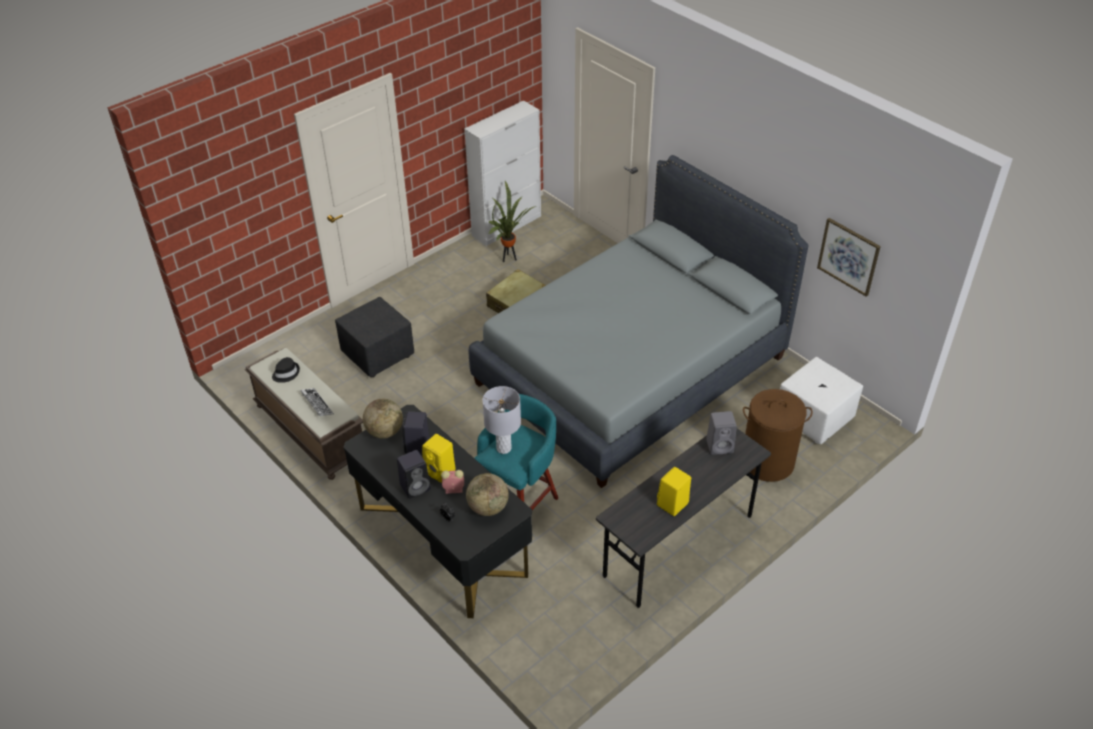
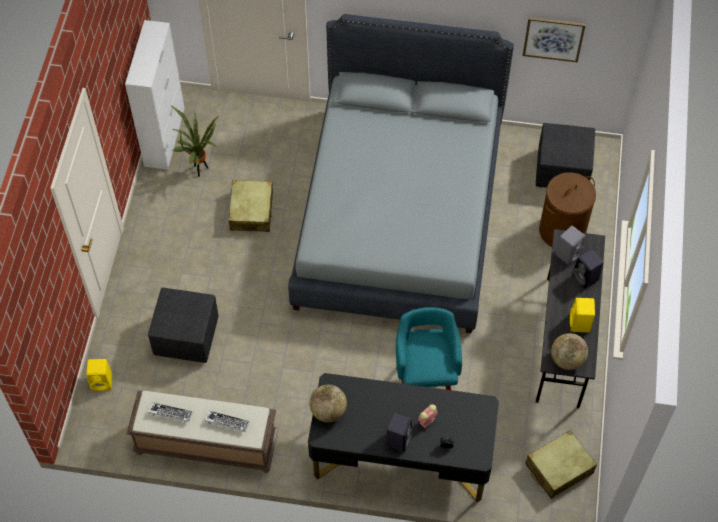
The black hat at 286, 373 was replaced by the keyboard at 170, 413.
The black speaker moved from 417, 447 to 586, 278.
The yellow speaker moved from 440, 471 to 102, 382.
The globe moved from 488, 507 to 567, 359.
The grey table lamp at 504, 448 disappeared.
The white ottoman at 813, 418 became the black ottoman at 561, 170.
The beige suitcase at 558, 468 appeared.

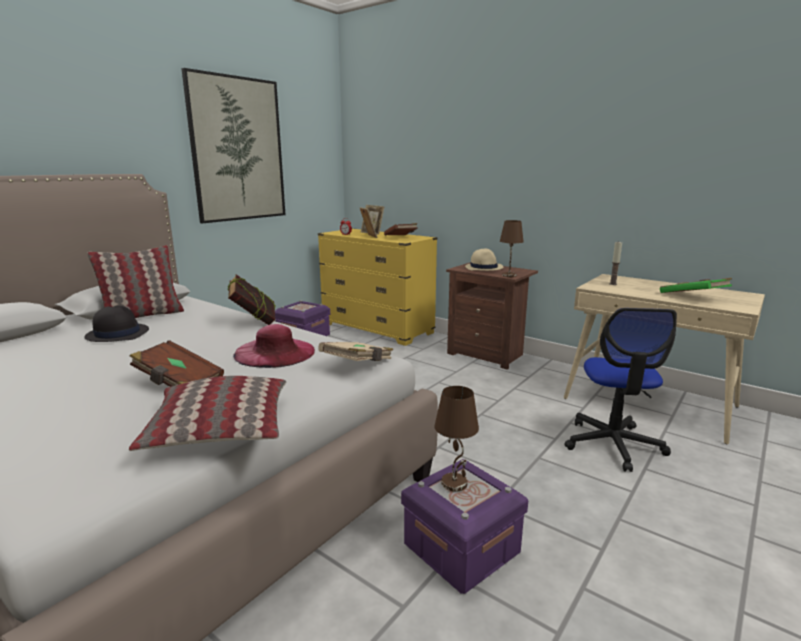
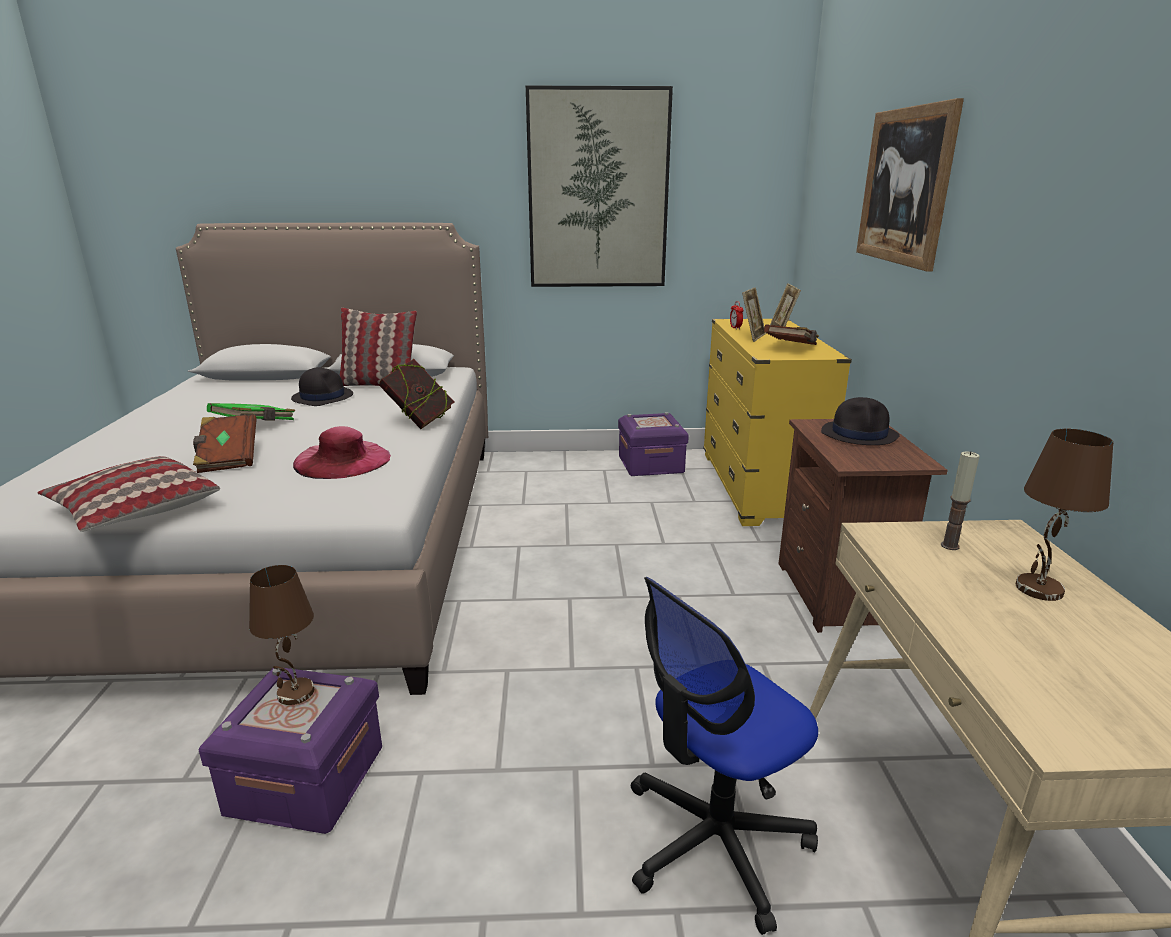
The beige book at 358, 365 disappeared.
The beige hat at 484, 267 became the black hat at 860, 434.
The brown table lamp moved from 509, 275 to 1039, 590.
The green book moved from 693, 297 to 256, 426.
The picture at 905, 186 appeared.

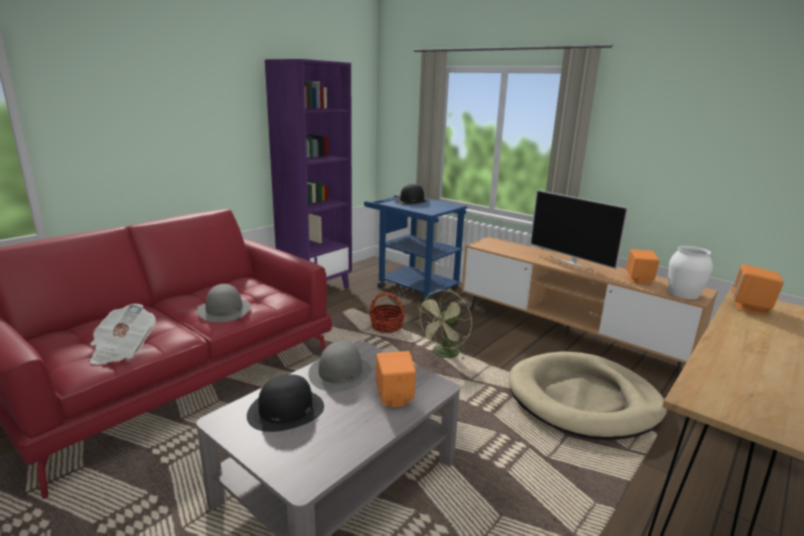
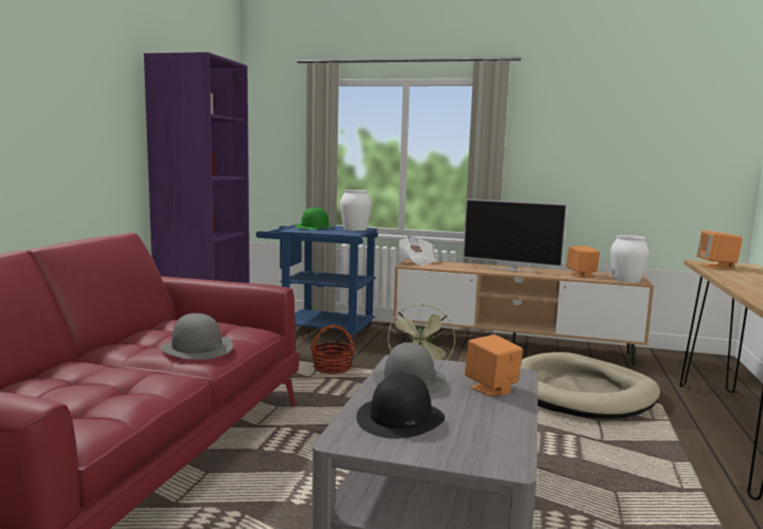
The newspaper moved from 123, 349 to 417, 262.
The black hat at 412, 201 became the green hat at 315, 227.
The white vase at 355, 229 appeared.

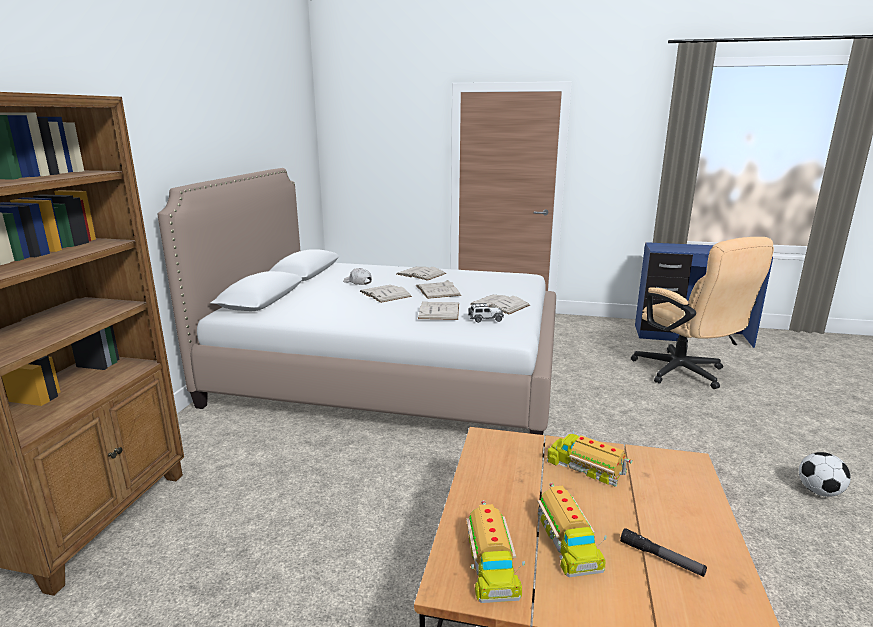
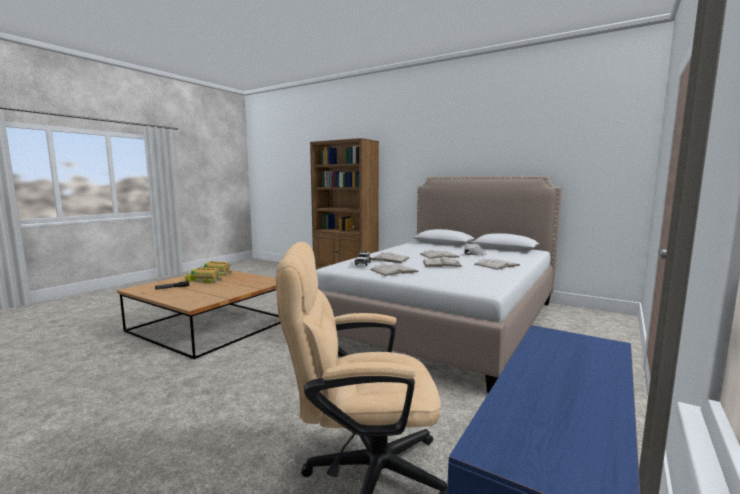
The toy truck at 586, 467 disappeared.
The football at 819, 492 disappeared.

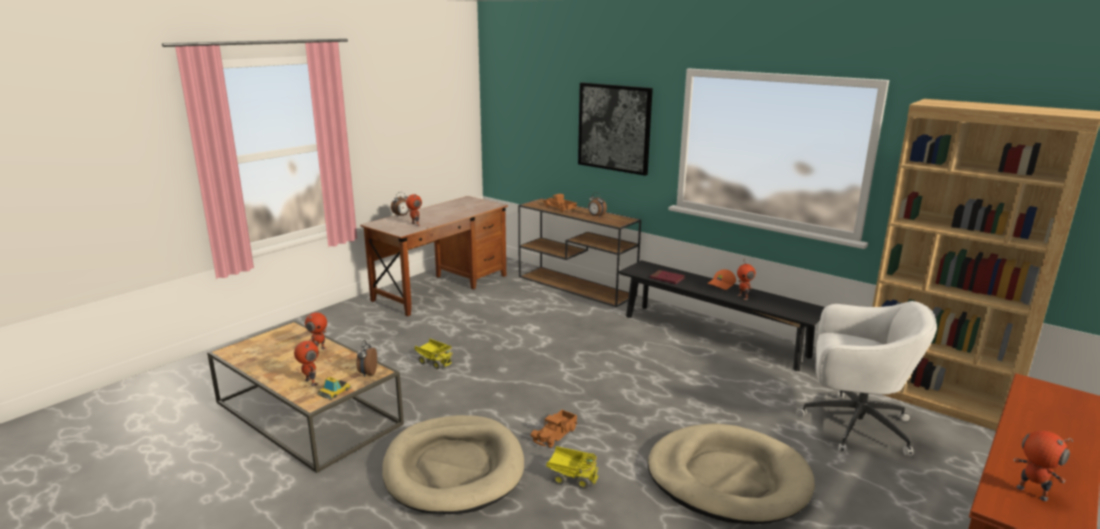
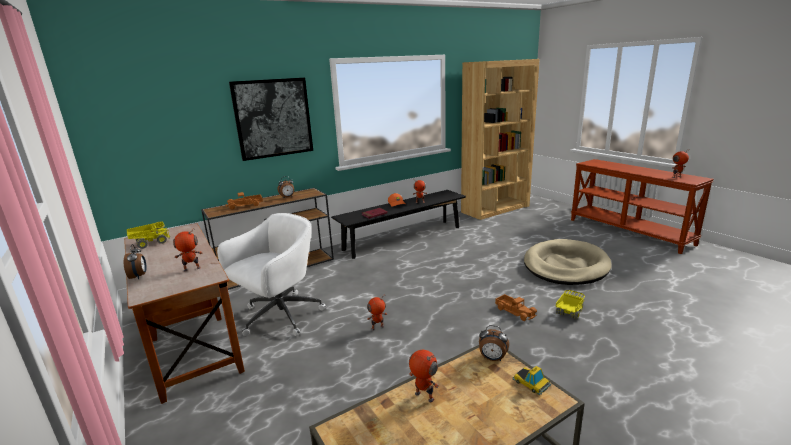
The toy robot moved from 310, 382 to 378, 328.
The beige dog bed at 454, 468 disappeared.
The toy truck moved from 435, 362 to 149, 243.
The white office chair moved from 852, 426 to 279, 317.

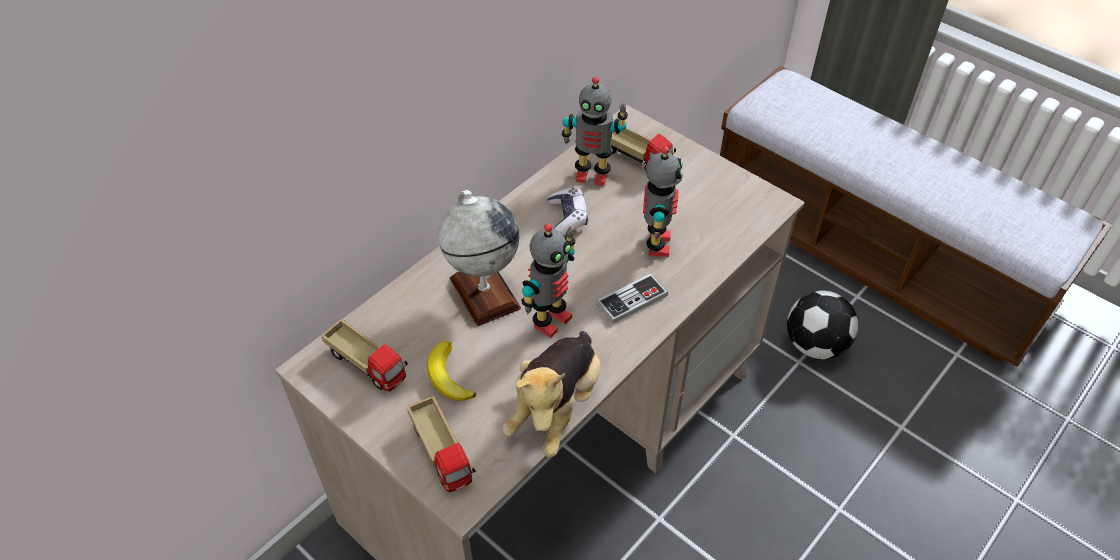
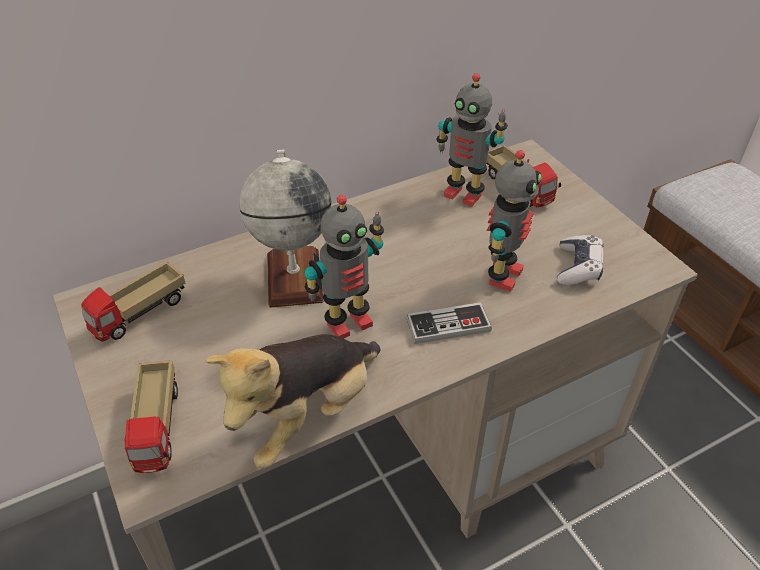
The toy truck at 368, 365 turned 75 degrees clockwise.
The banana at 448, 376 disappeared.
The game controller moved from 567, 217 to 578, 267.
The football at 815, 344 disappeared.

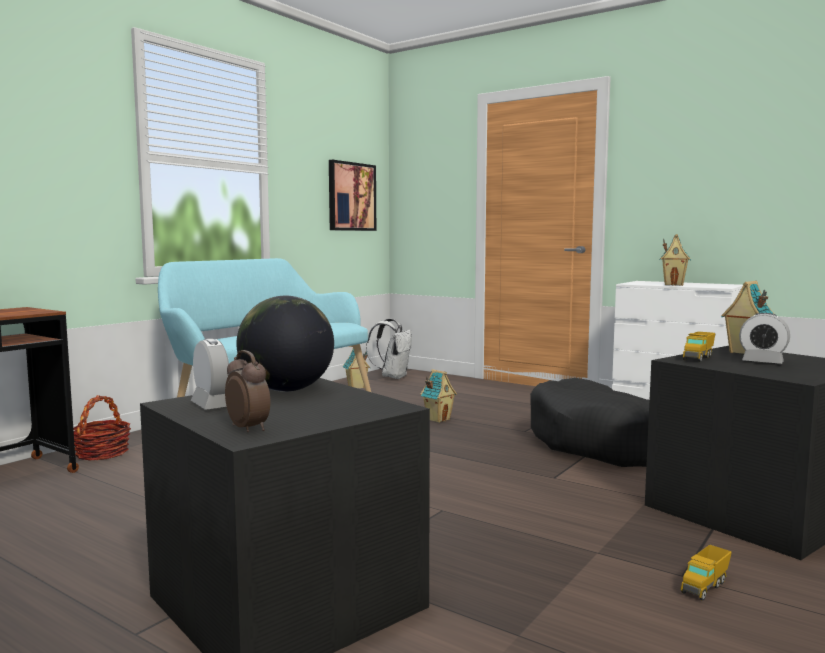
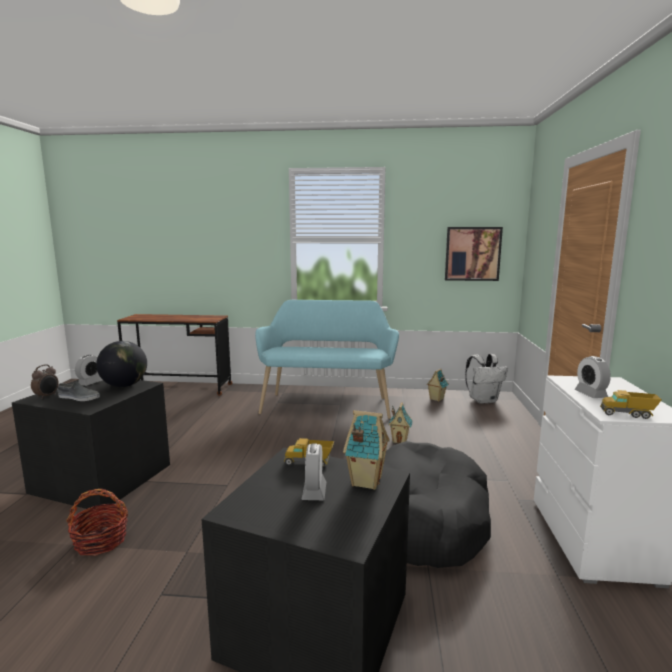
The basket moved from 102, 453 to 101, 541.
The toy house at 674, 284 was replaced by the alarm clock at 590, 394.
The toy truck moved from 705, 586 to 628, 414.
The grey shoe at 78, 397 appeared.

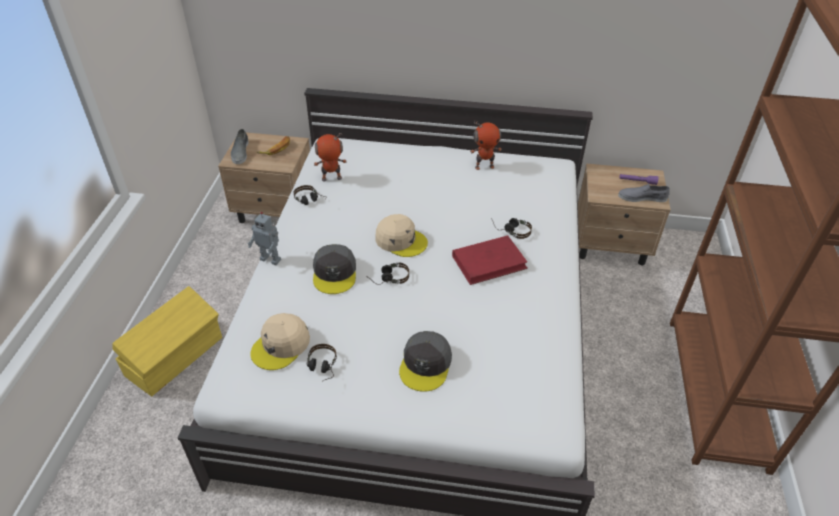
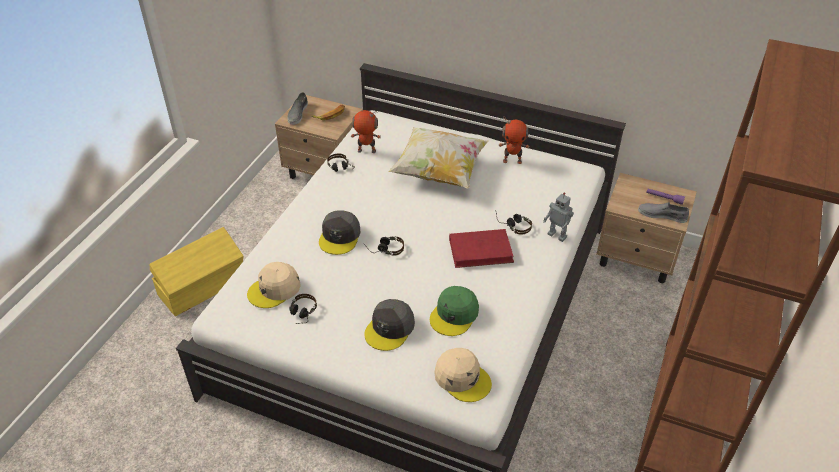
The toy robot moved from 271, 259 to 557, 235.
The beige cap moved from 401, 240 to 462, 378.
The pillow at 439, 172 appeared.
The green cap at 454, 315 appeared.

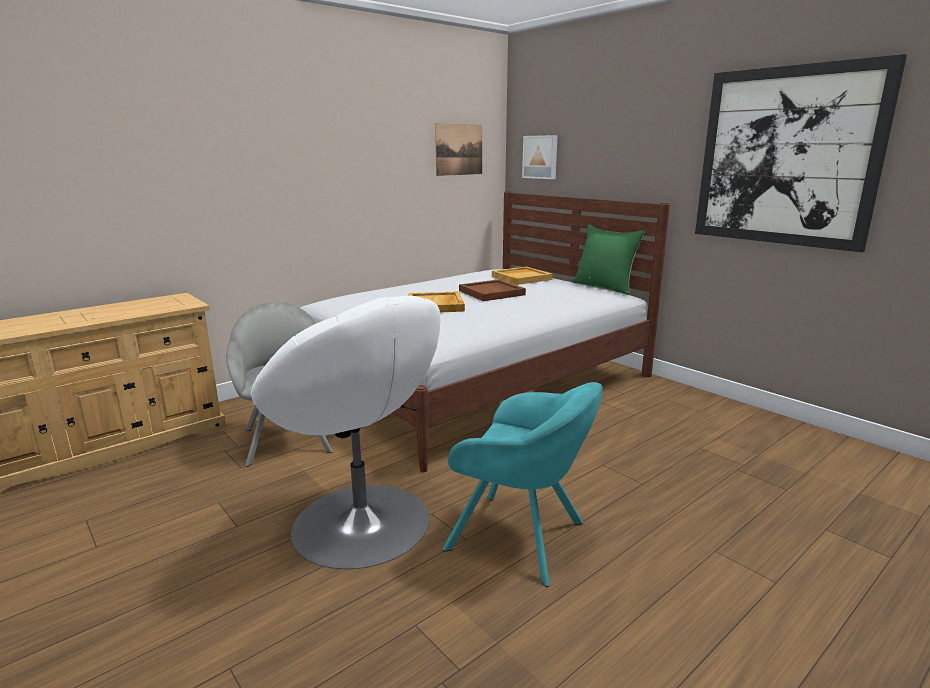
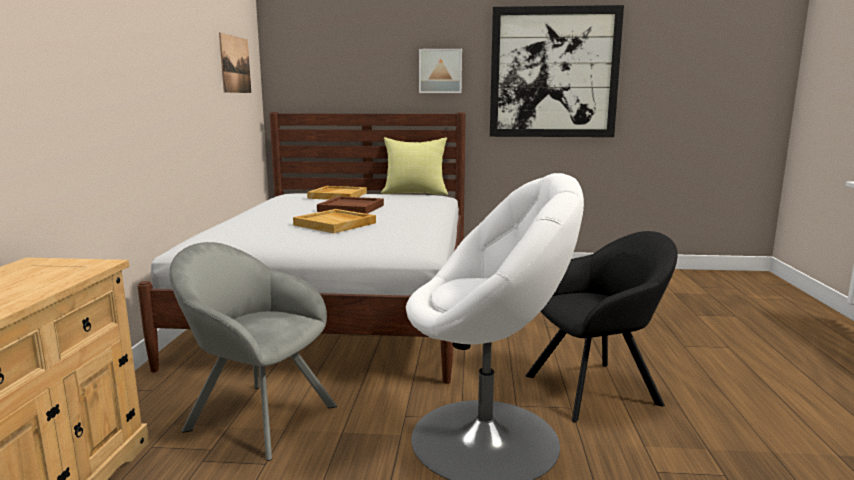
The turquoise armchair at 522, 538 became the black armchair at 598, 389.
The picture moved from 541, 157 to 440, 71.
The green pillow at 605, 287 became the yellow pillow at 415, 193.

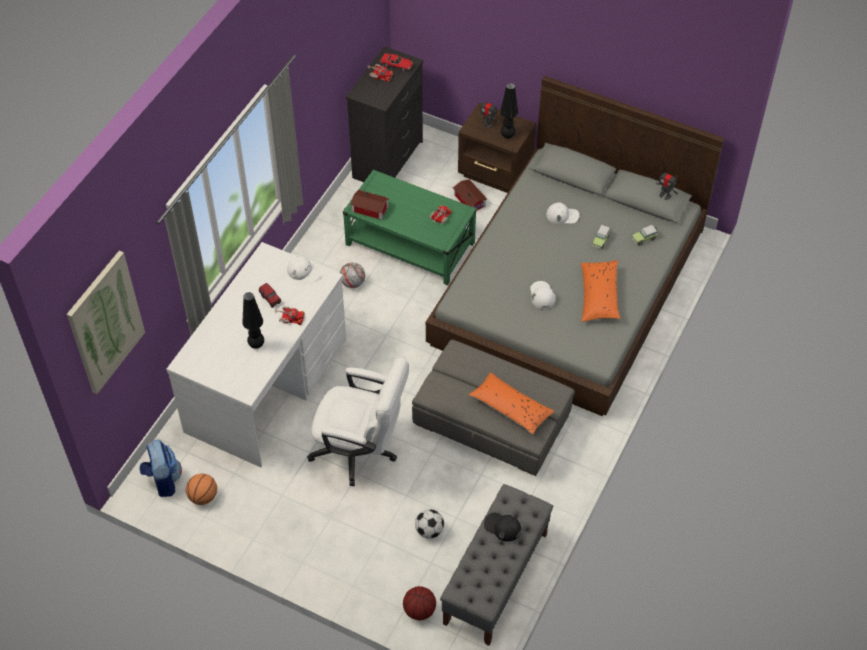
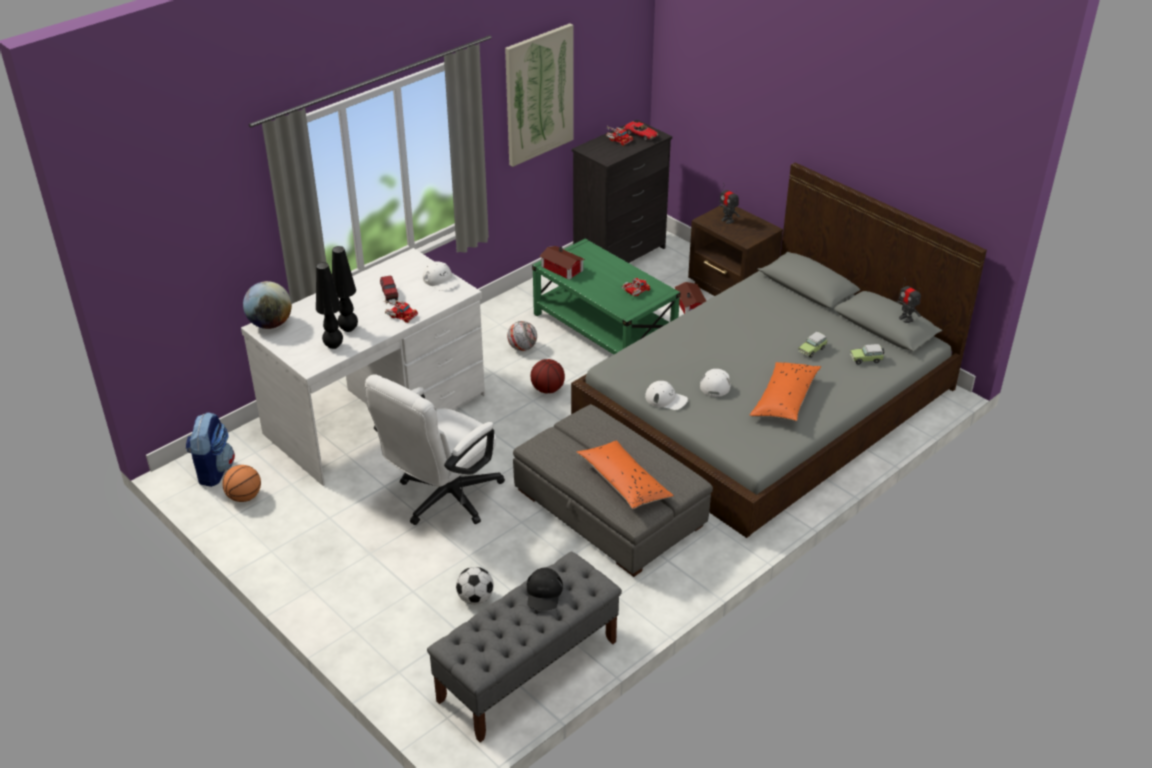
The picture moved from 105, 322 to 539, 95.
The white office chair at 361, 451 turned 90 degrees clockwise.
The basketball moved from 419, 610 to 547, 389.
The black cap at 502, 527 turned 135 degrees counterclockwise.
The black table lamp moved from 507, 136 to 334, 346.
The white cap moved from 562, 215 to 666, 399.
The globe at 270, 324 appeared.

